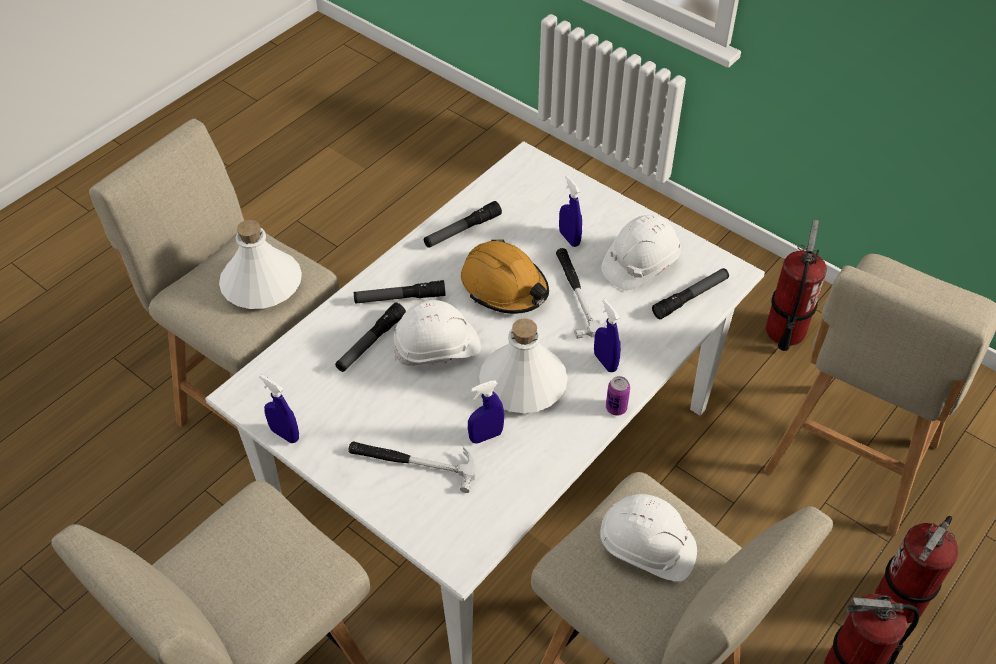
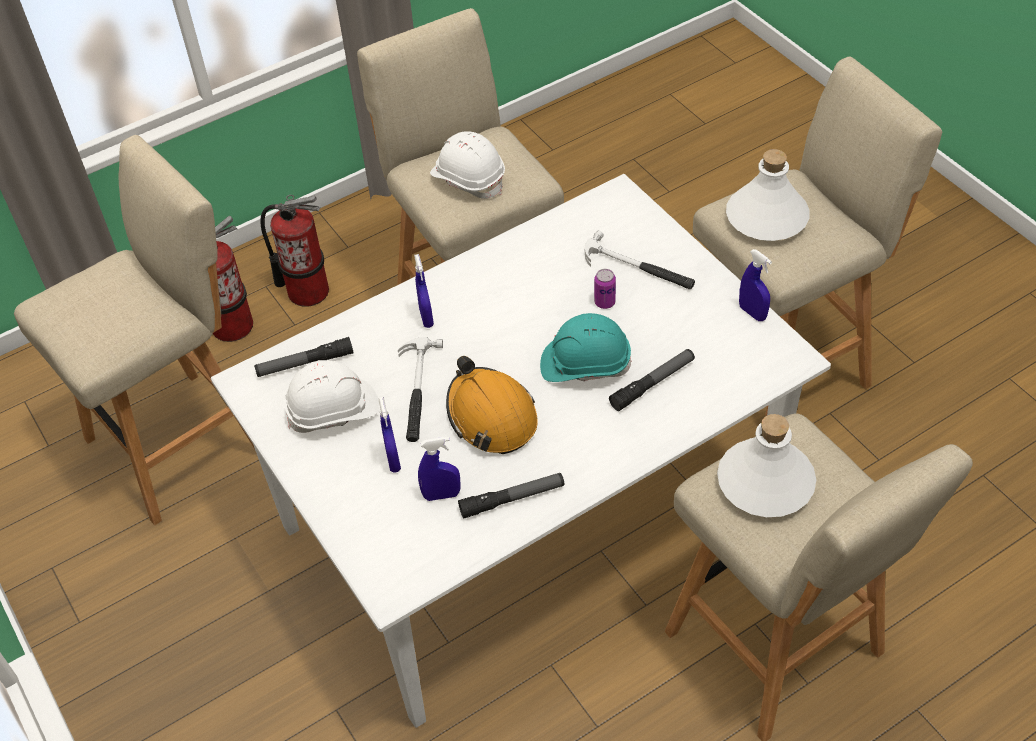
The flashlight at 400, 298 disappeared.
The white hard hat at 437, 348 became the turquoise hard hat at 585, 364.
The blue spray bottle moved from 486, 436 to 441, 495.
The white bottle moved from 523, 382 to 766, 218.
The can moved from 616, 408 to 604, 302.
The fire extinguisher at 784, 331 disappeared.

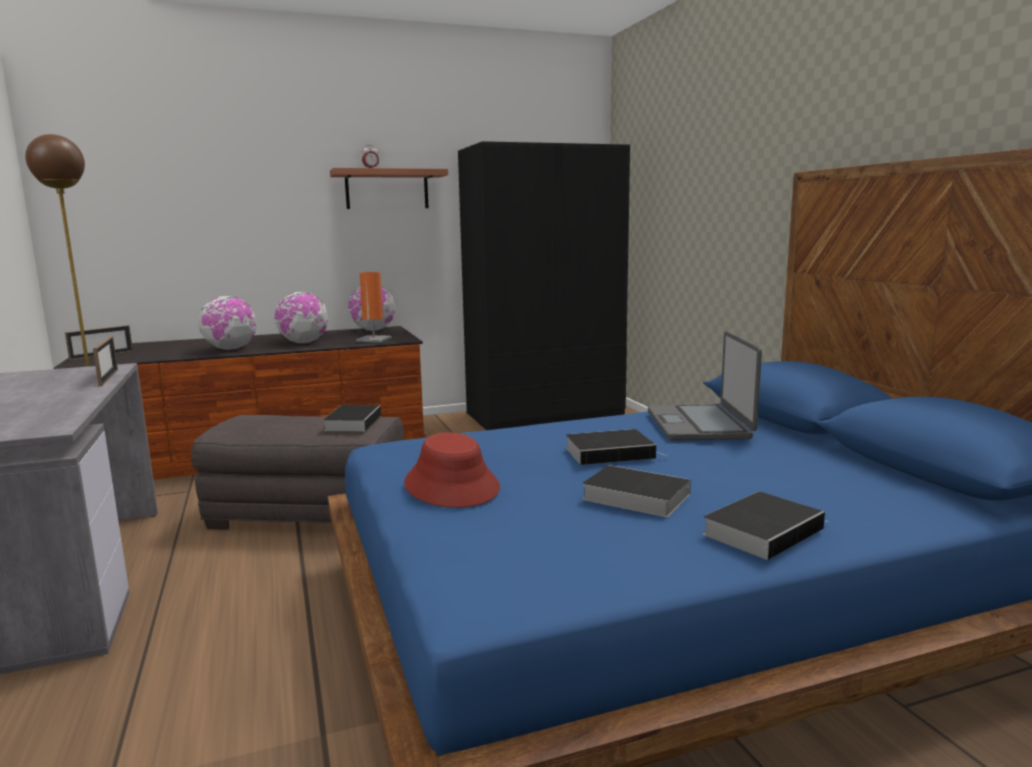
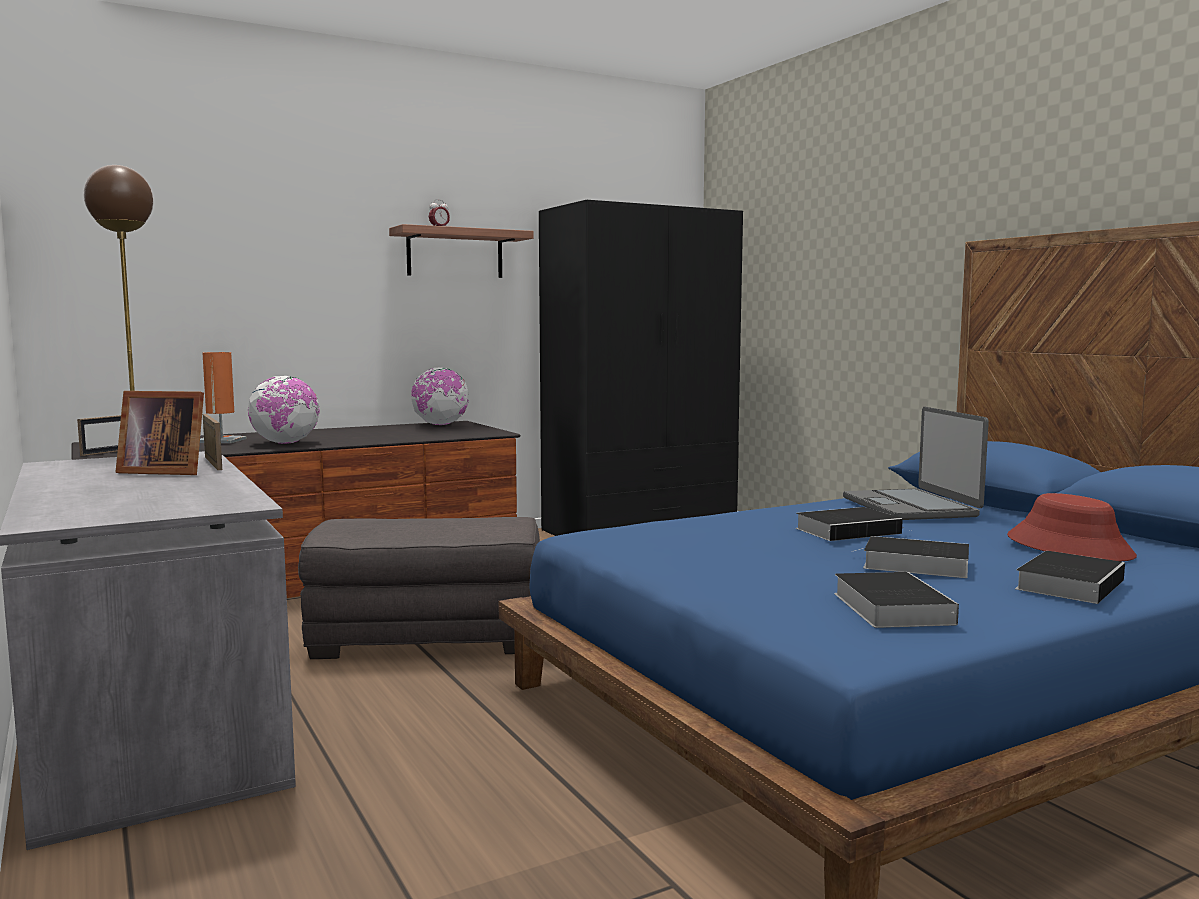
The globe at 303, 343 disappeared.
The book moved from 353, 422 to 889, 607.
The orange table lamp moved from 374, 339 to 221, 440.
The red hat moved from 452, 486 to 1069, 547.
The picture frame at 163, 472 appeared.

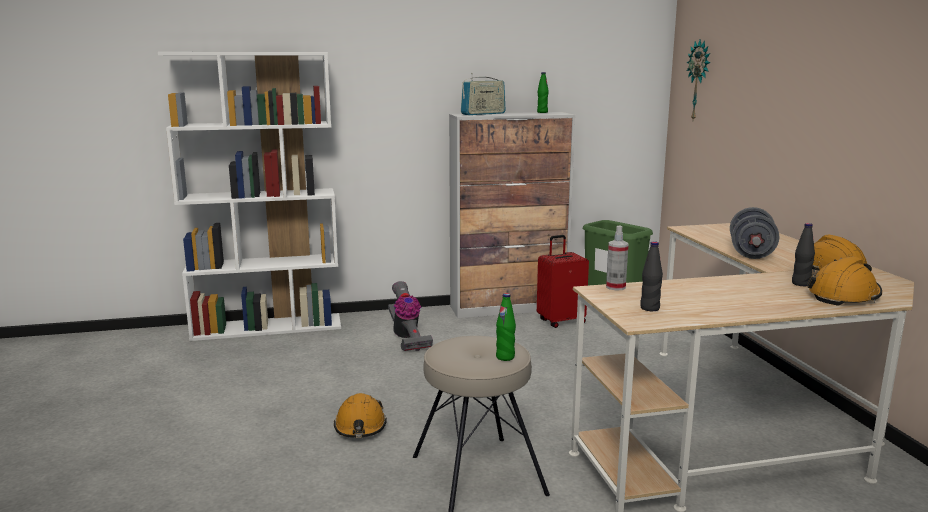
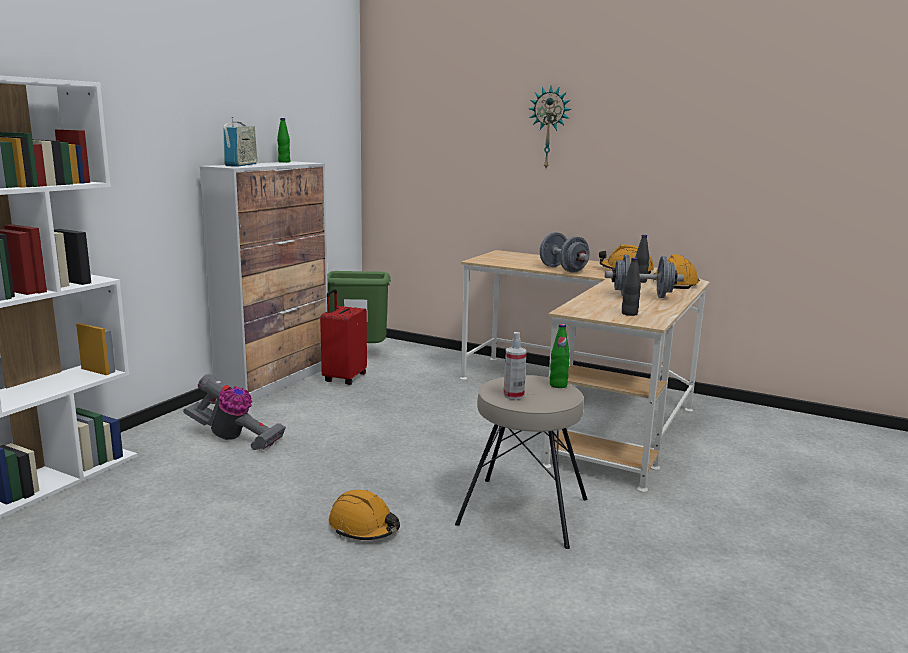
The spray bottle moved from 615, 287 to 513, 395.
The wall clock moved from 699, 80 to 549, 128.
The grey dumbbell at 642, 296 appeared.

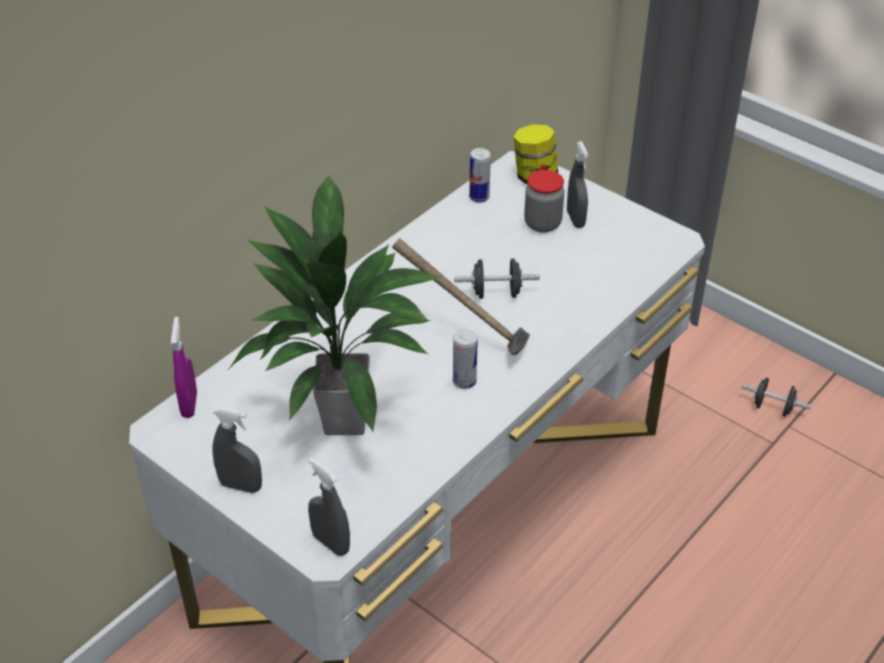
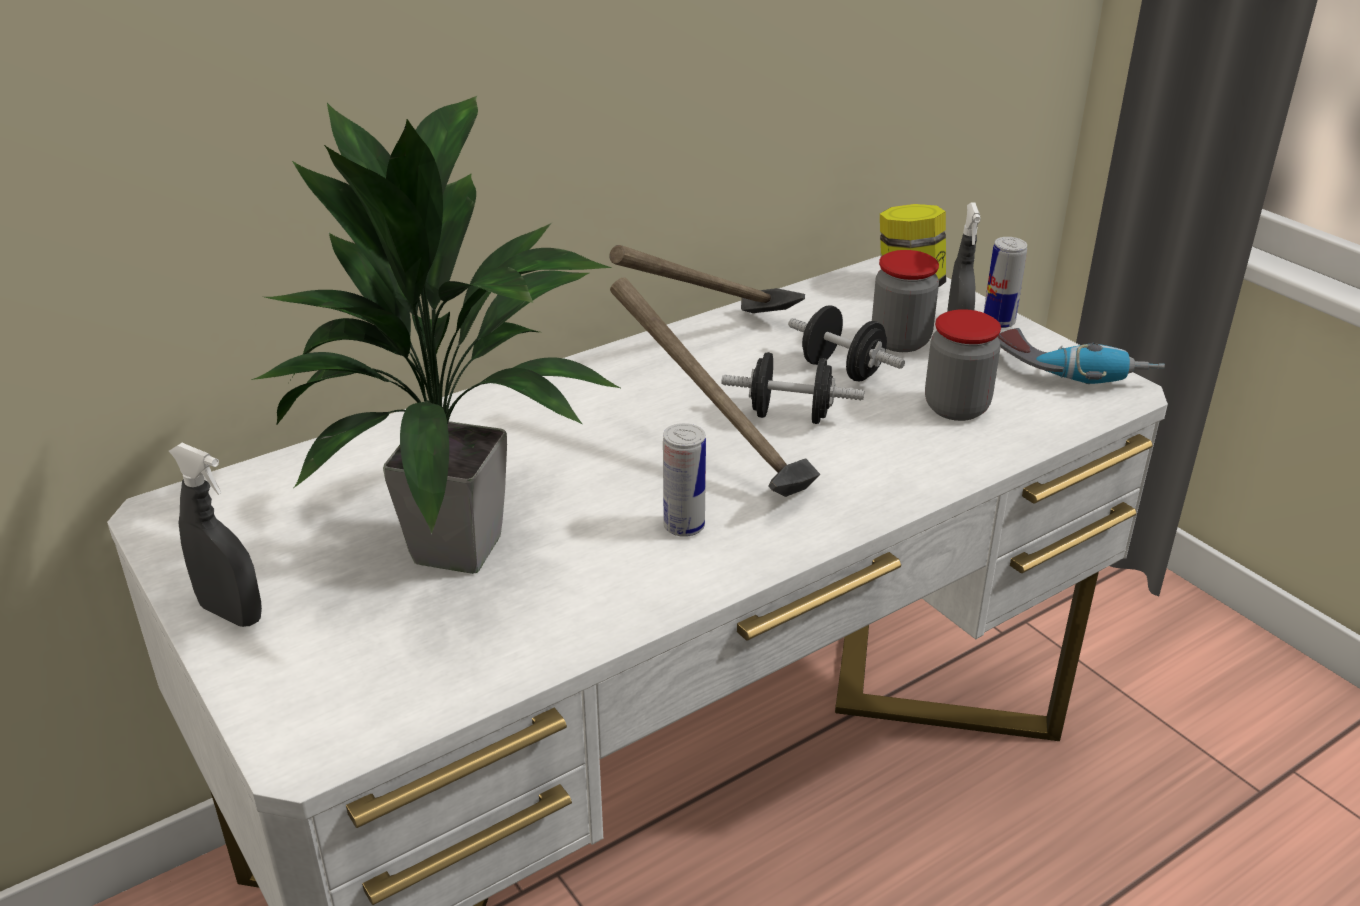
The purple spray bottle at 189, 404 disappeared.
The grey spray bottle at 331, 543 disappeared.
The can moved from 479, 197 to 998, 322.
The black dumbbell moved from 772, 407 to 842, 370.
The hammer at 712, 346 appeared.
The jar at 956, 407 appeared.
The power drill at 1072, 372 appeared.

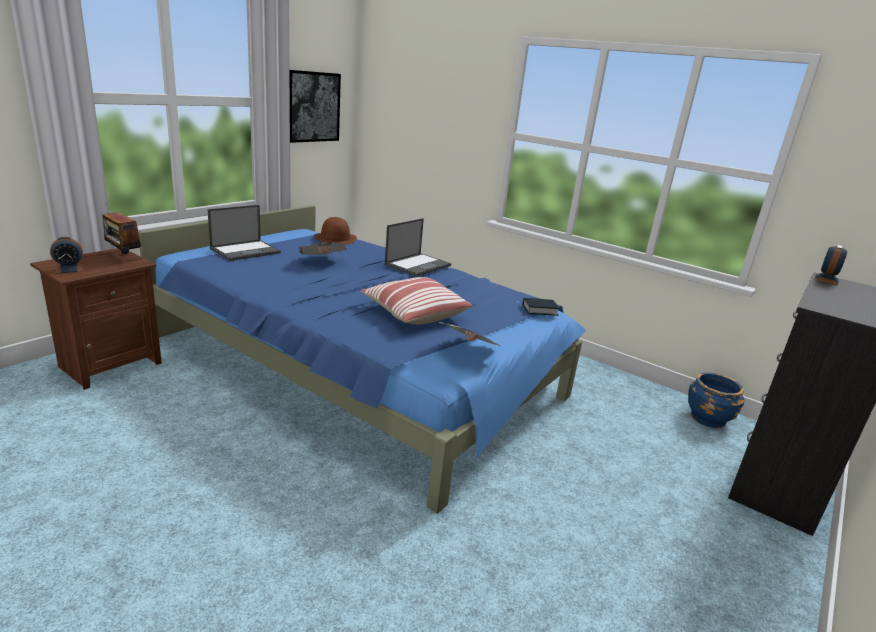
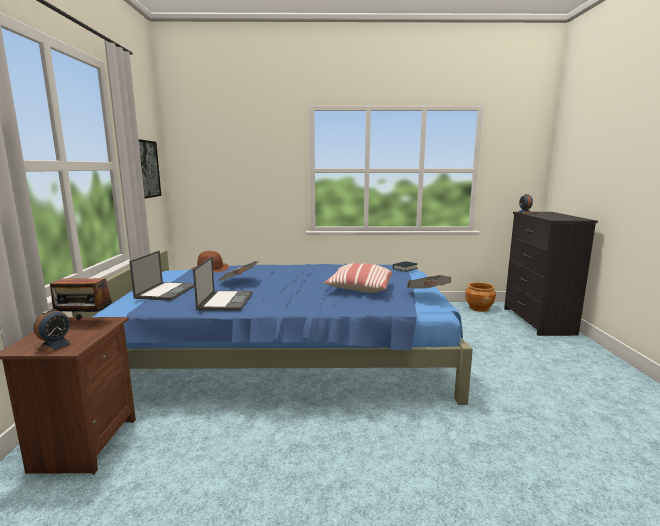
The laptop moved from 418, 265 to 226, 301.
The blue planter at 707, 418 became the brown planter at 479, 308.

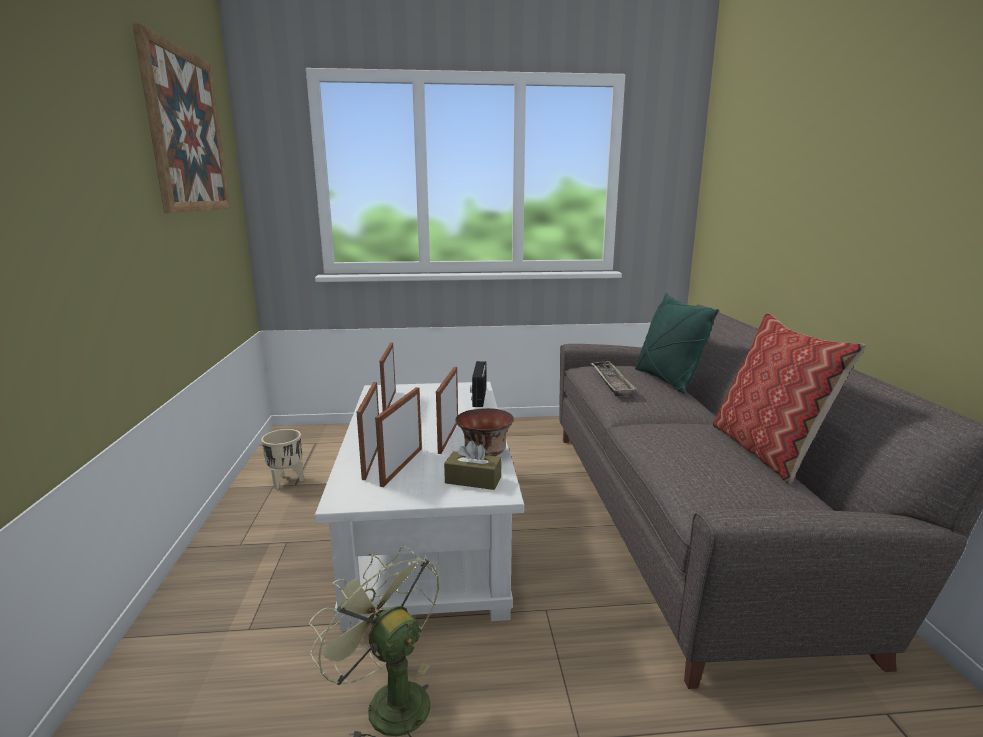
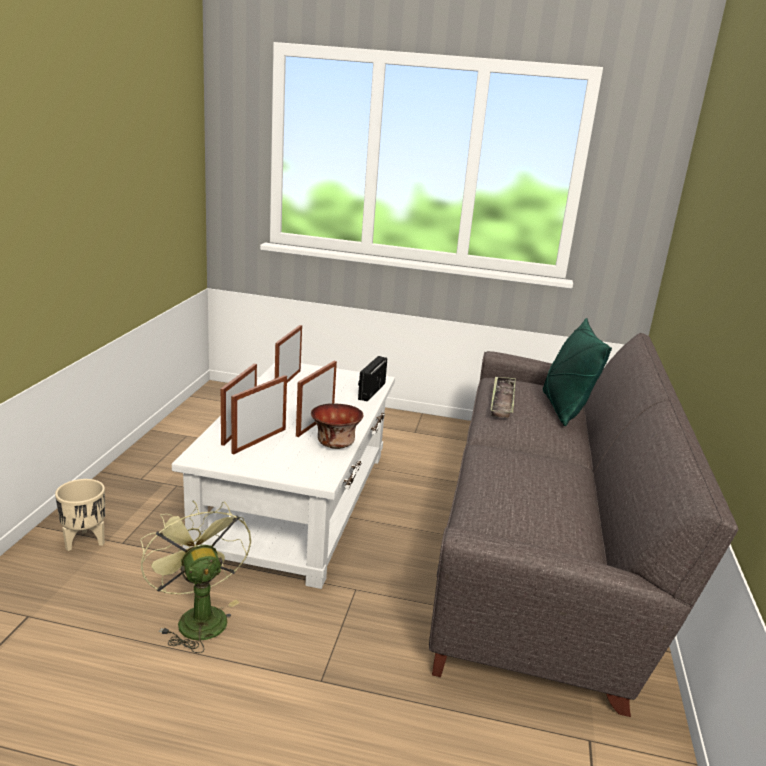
The picture at 186, 132 disappeared.
The beige planter moved from 286, 481 to 85, 541.
The brown tissue box at 473, 480 disappeared.
The pillow at 767, 451 disappeared.

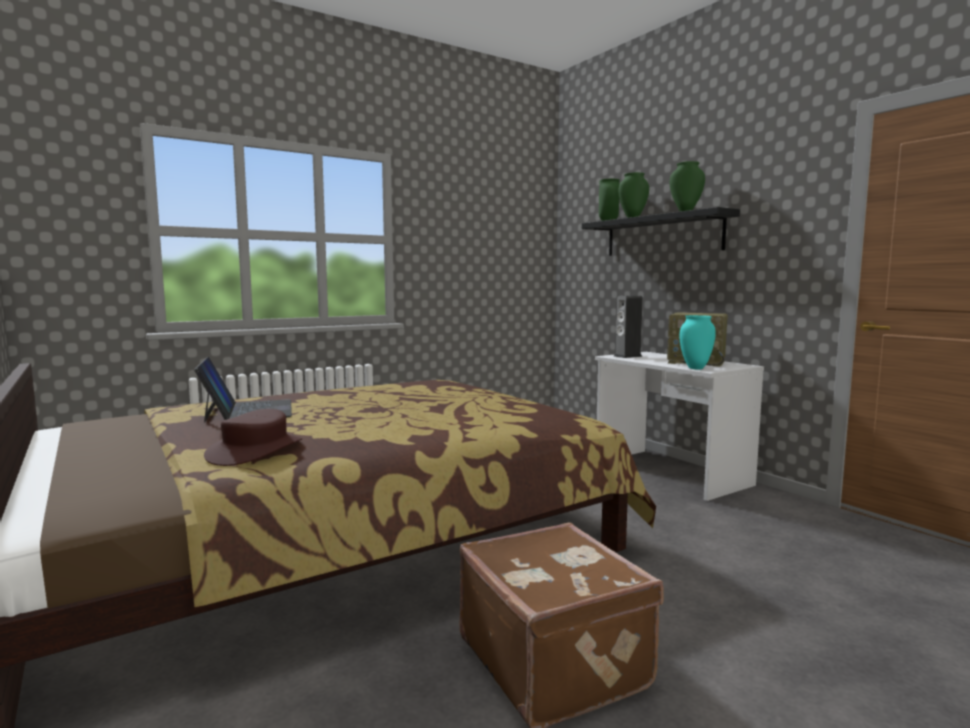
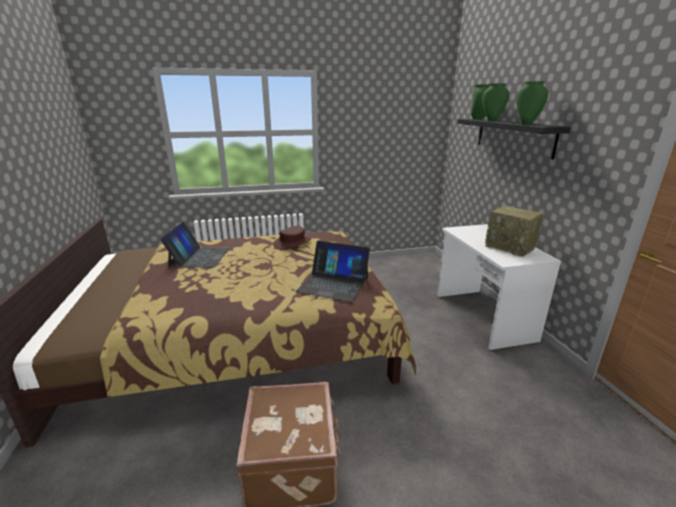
The brown hat moved from 256, 450 to 292, 243.
The speaker at 627, 356 disappeared.
The turquoise vase at 696, 368 disappeared.
The laptop at 333, 284 appeared.

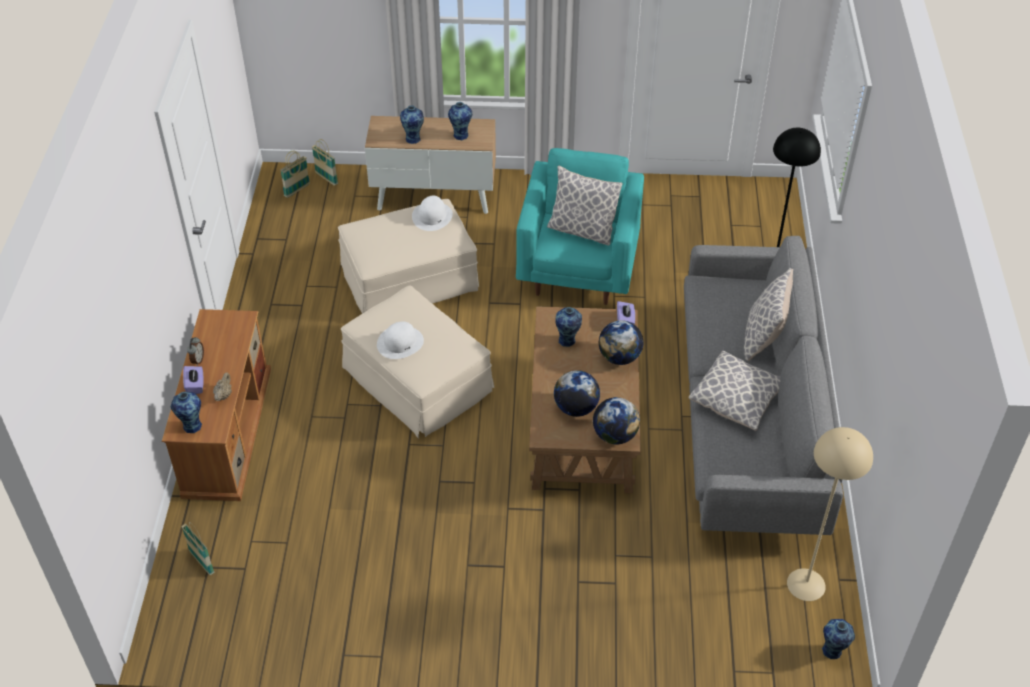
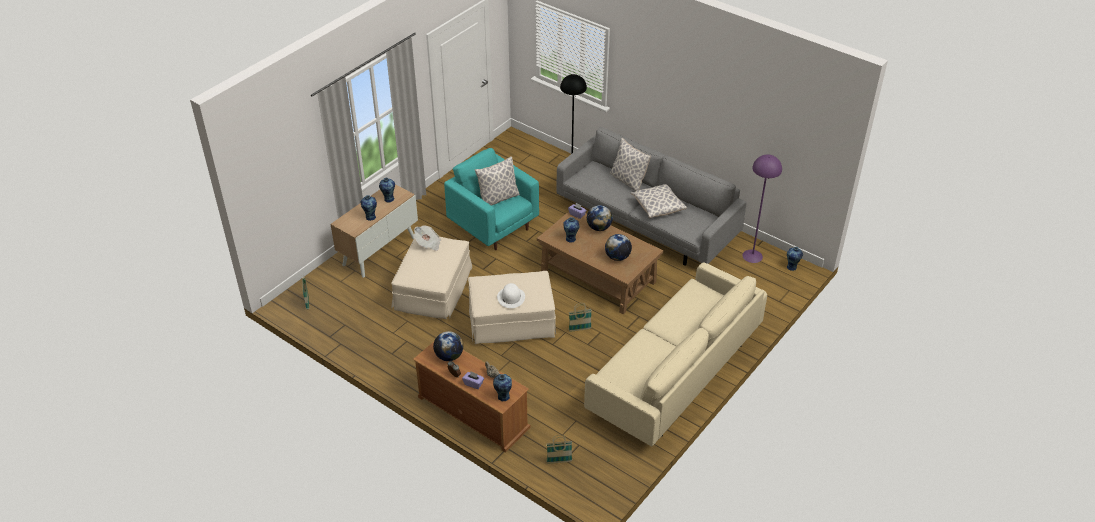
The basket moved from 326, 178 to 579, 329.
The white hat at 432, 216 was replaced by the newspaper at 428, 244.
The globe moved from 615, 435 to 449, 356.
The beige floor lamp at 806, 585 became the purple floor lamp at 752, 256.
The beige sofa at 674, 373 appeared.

